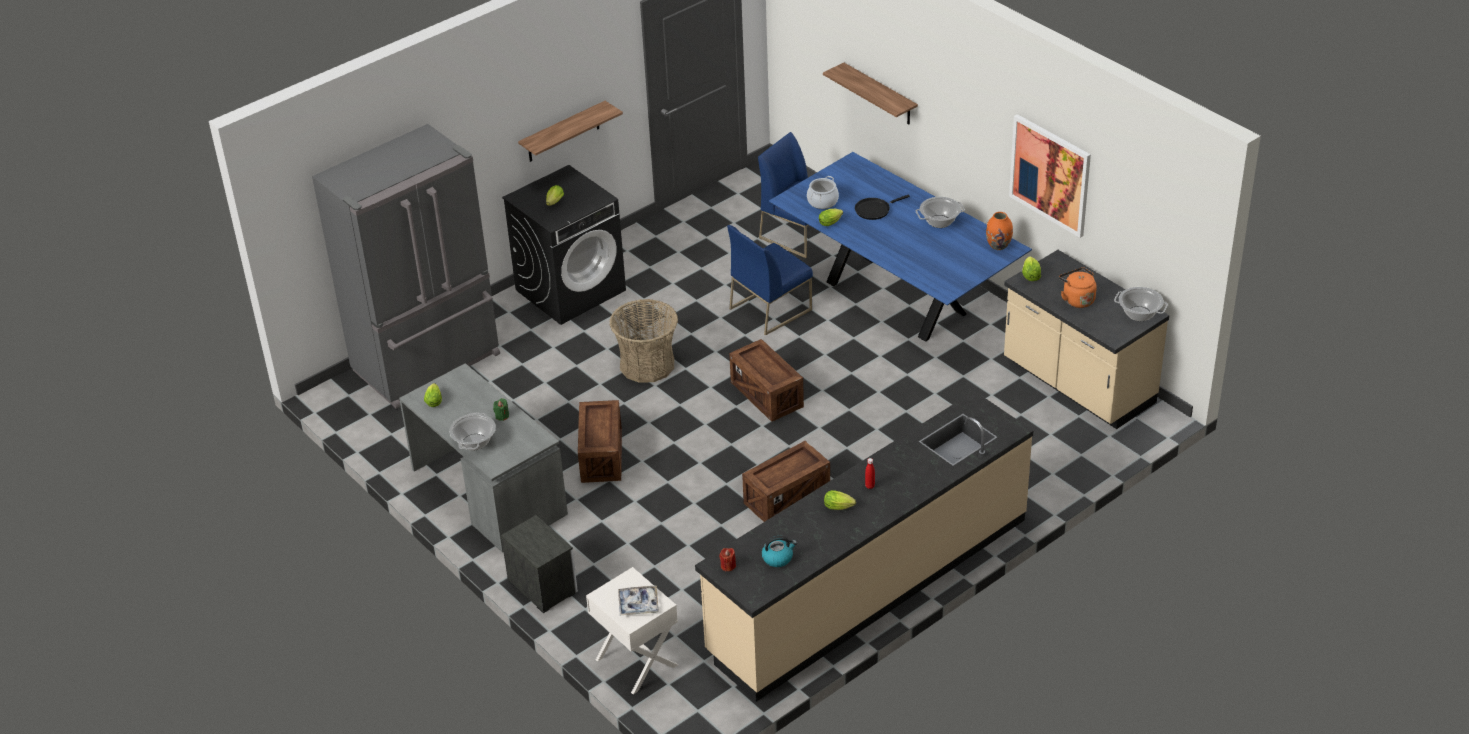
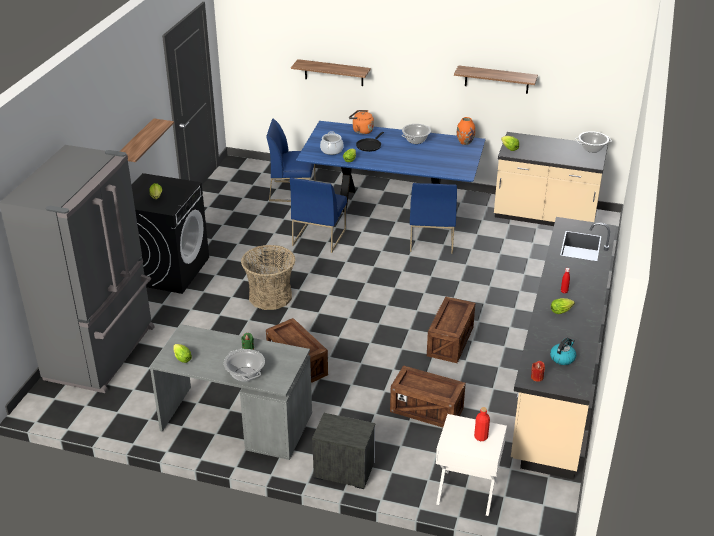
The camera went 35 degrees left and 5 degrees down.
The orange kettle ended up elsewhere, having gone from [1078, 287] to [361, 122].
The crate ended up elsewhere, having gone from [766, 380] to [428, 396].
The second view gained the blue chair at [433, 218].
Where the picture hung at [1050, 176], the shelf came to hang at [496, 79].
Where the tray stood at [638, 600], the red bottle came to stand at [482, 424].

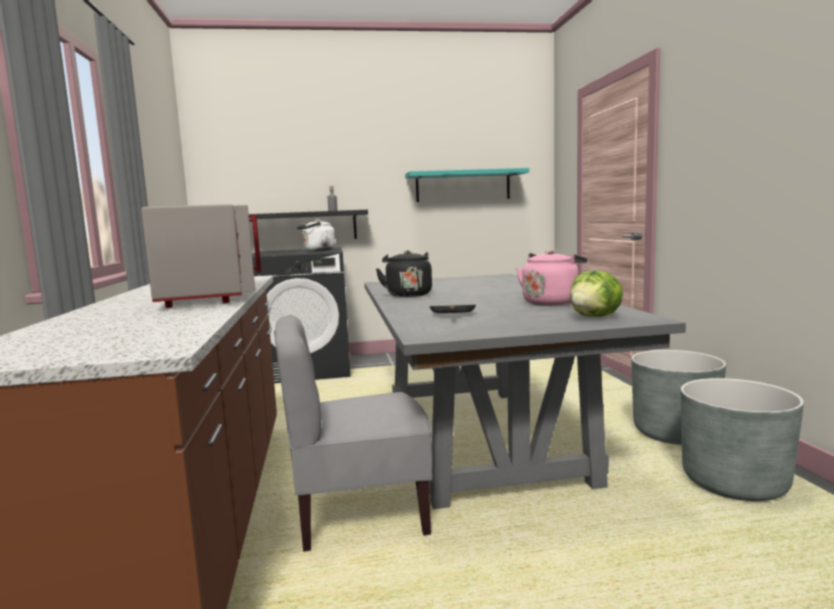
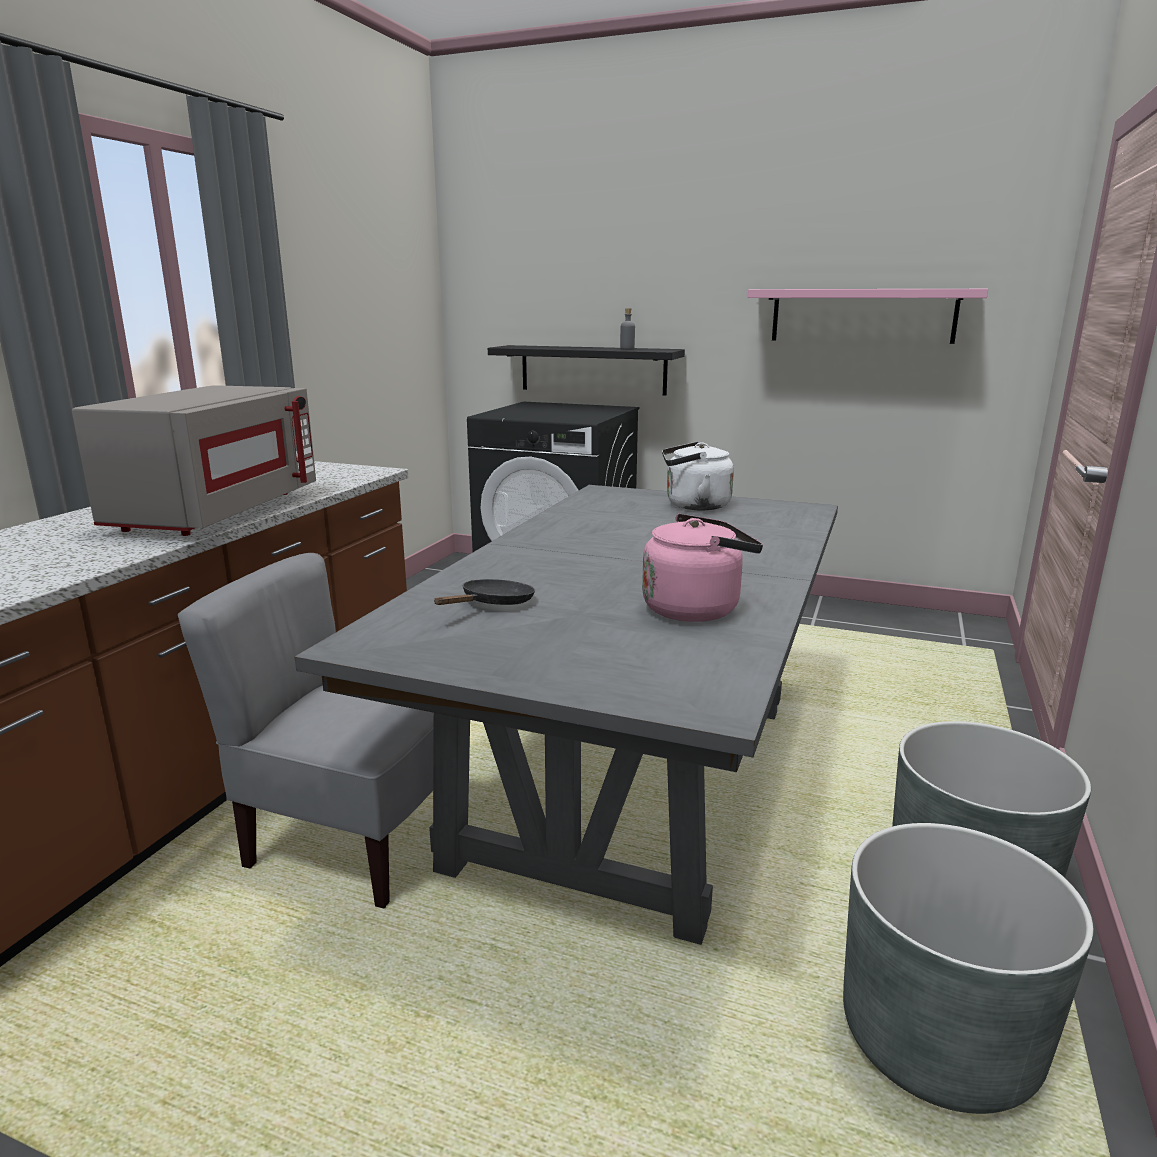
The camera went 30 degrees right and 10 degrees up.
The white kettle ended up elsewhere, having gone from [316, 235] to [698, 476].
What was the turquoise shelf at [467, 185] turned into the pink shelf at [868, 316].
The second view lost the black kettle at [404, 273].
The second view lost the lettuce at [596, 293].

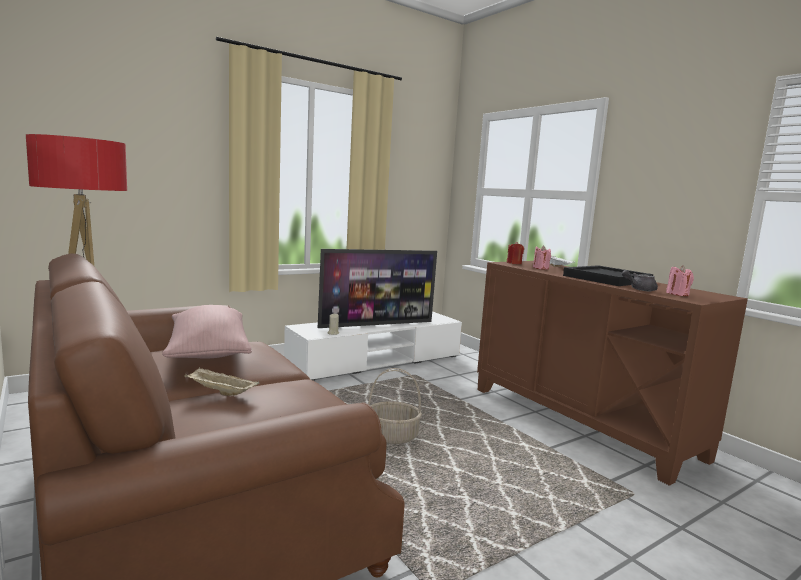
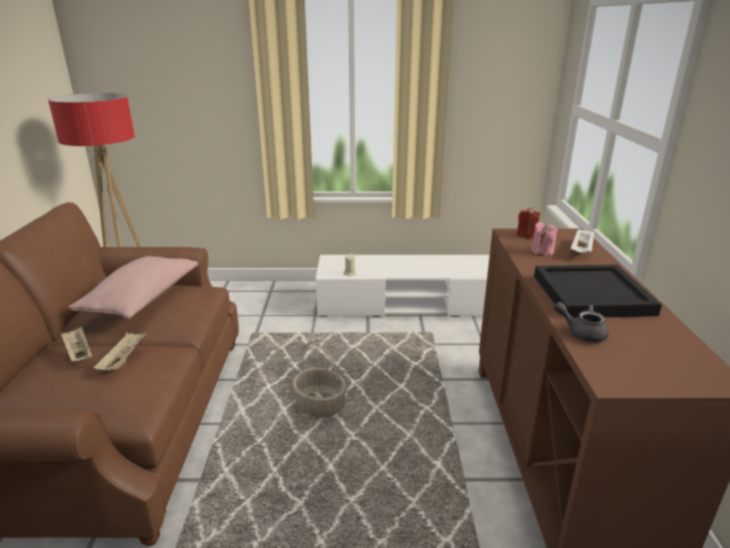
The camera went 35 degrees right and 15 degrees up.
The second view gained the beige tray at [120, 351].
The second view lost the television at [377, 288].
The second view lost the pink candle at [680, 280].

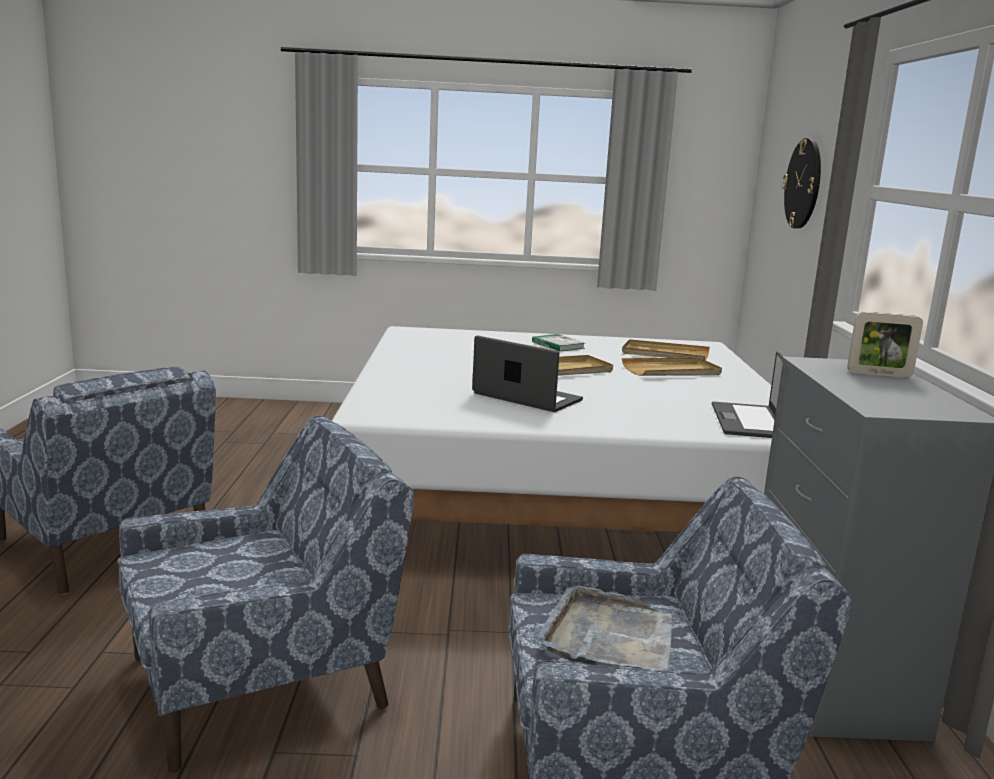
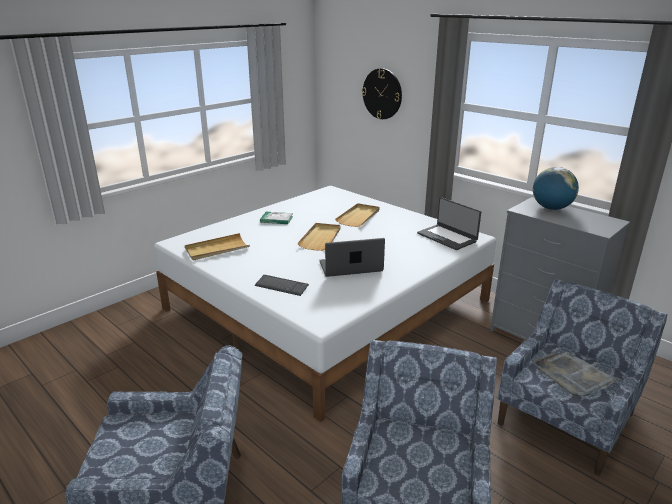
The camera went 45 degrees left and 10 degrees up.
The beige tray ended up elsewhere, having gone from [666, 349] to [217, 247].
The second view gained the keyboard at [282, 285].
Where the picture frame stood at [885, 345], the globe came to stand at [556, 188].

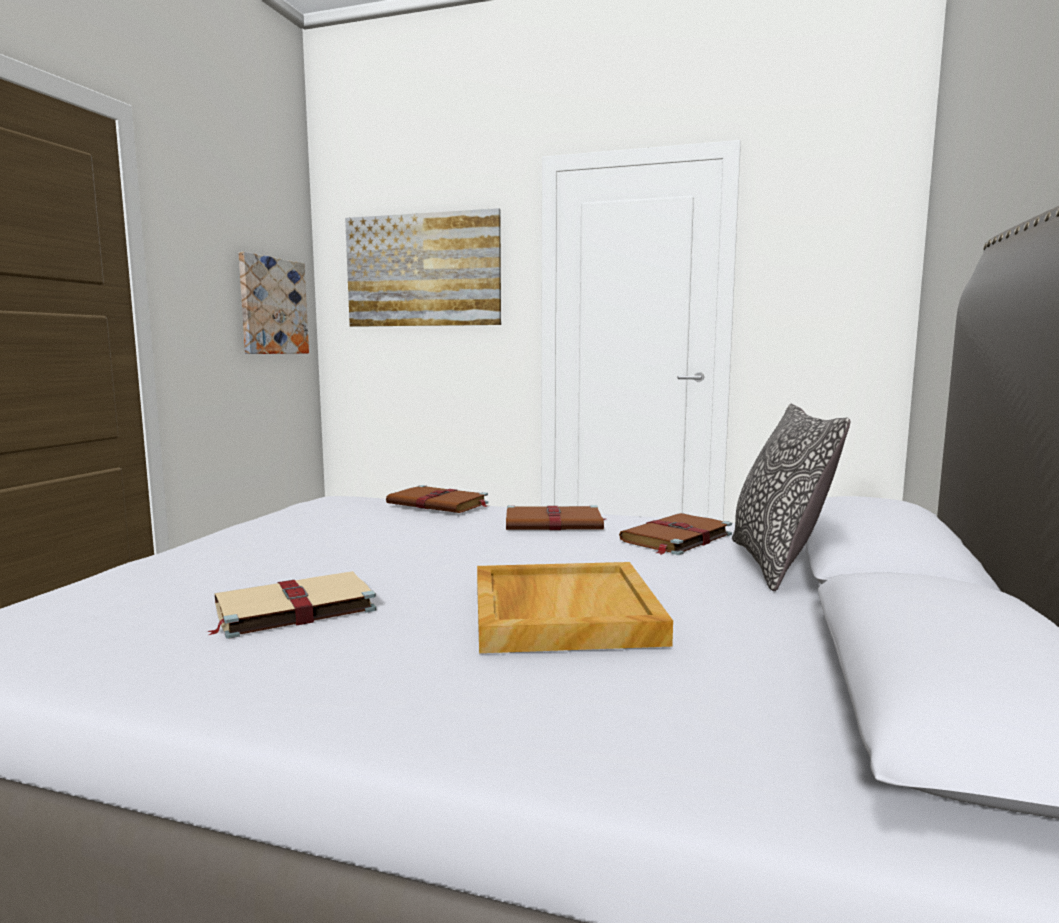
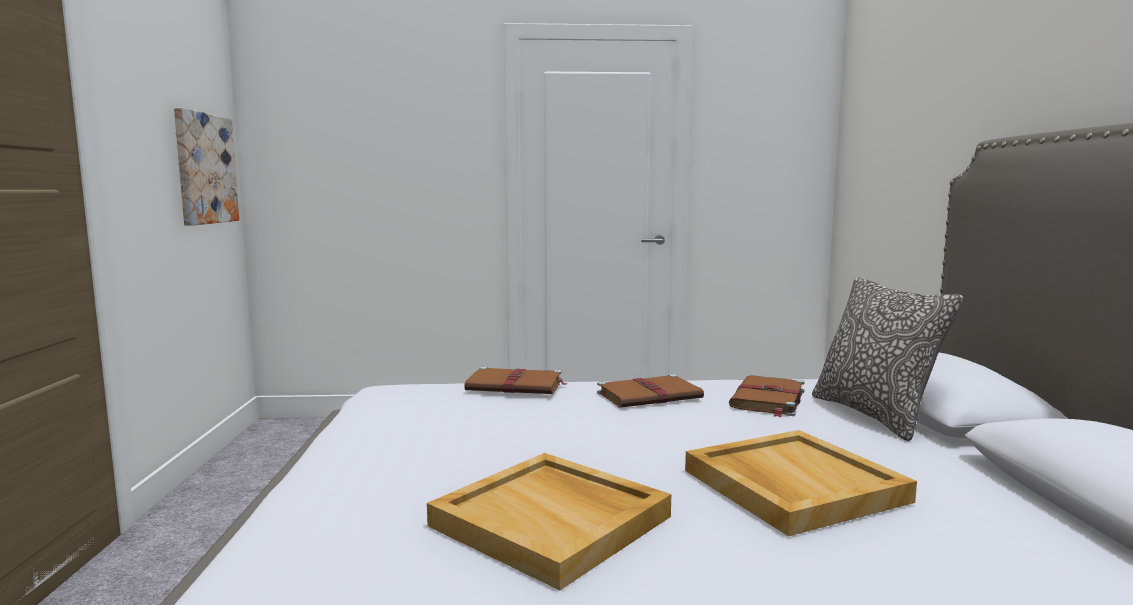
The camera went 20 degrees left and 0 degrees up.
Where the beige book stood at [291, 605], the beige tray came to stand at [549, 521].
The second view lost the picture at [423, 267].

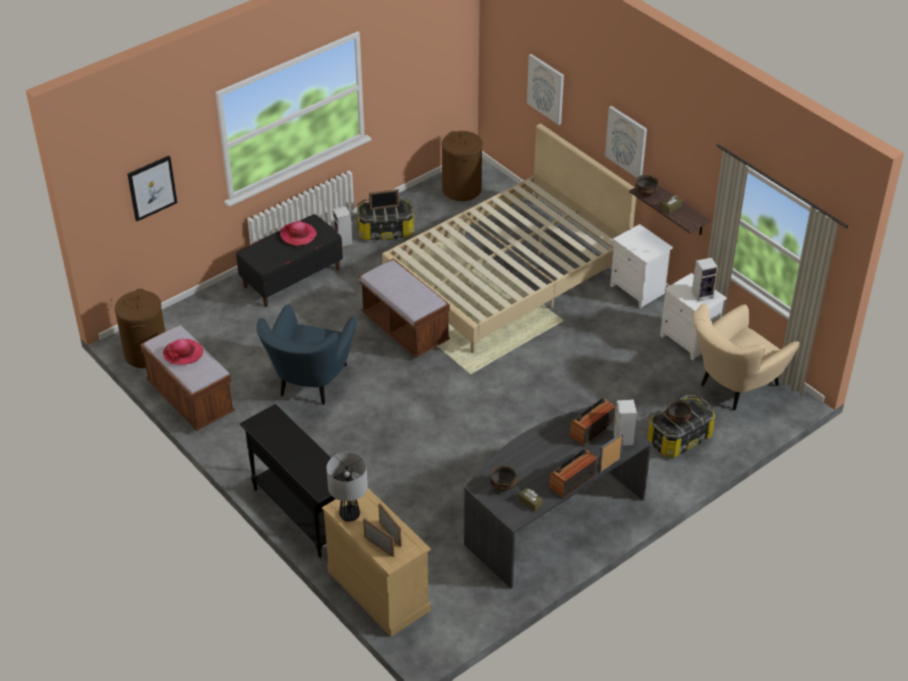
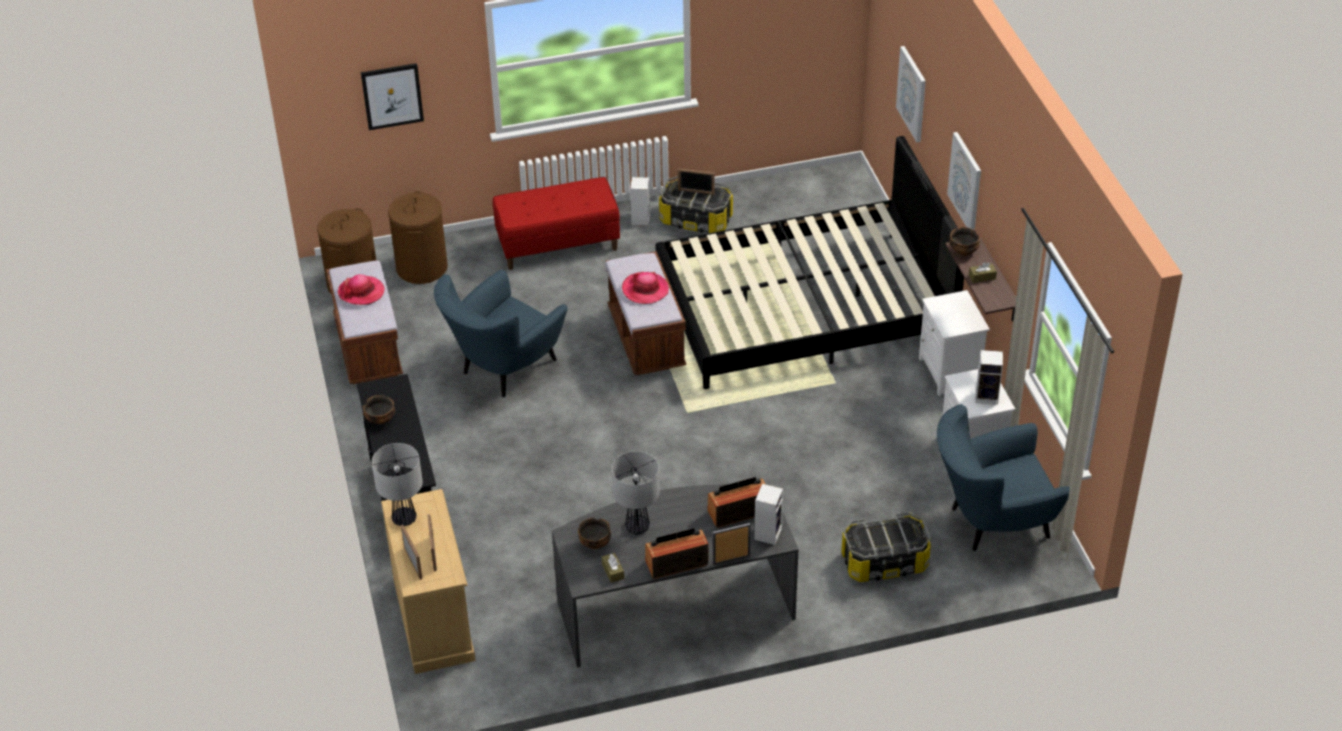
The camera went 25 degrees right and 0 degrees up.
The bowl ended up elsewhere, having gone from [679, 411] to [379, 409].
The brown laundry basket ended up elsewhere, having gone from [462, 166] to [418, 237].
What was the black bench at [289, 260] turned into the red bench at [556, 223].
The second view gained the table lamp at [636, 493].
The hat ended up elsewhere, having gone from [298, 233] to [645, 288].
What was the beige bed at [509, 238] turned into the black bed at [810, 262].
What was the beige armchair at [746, 357] turned into the blue armchair at [1003, 477].

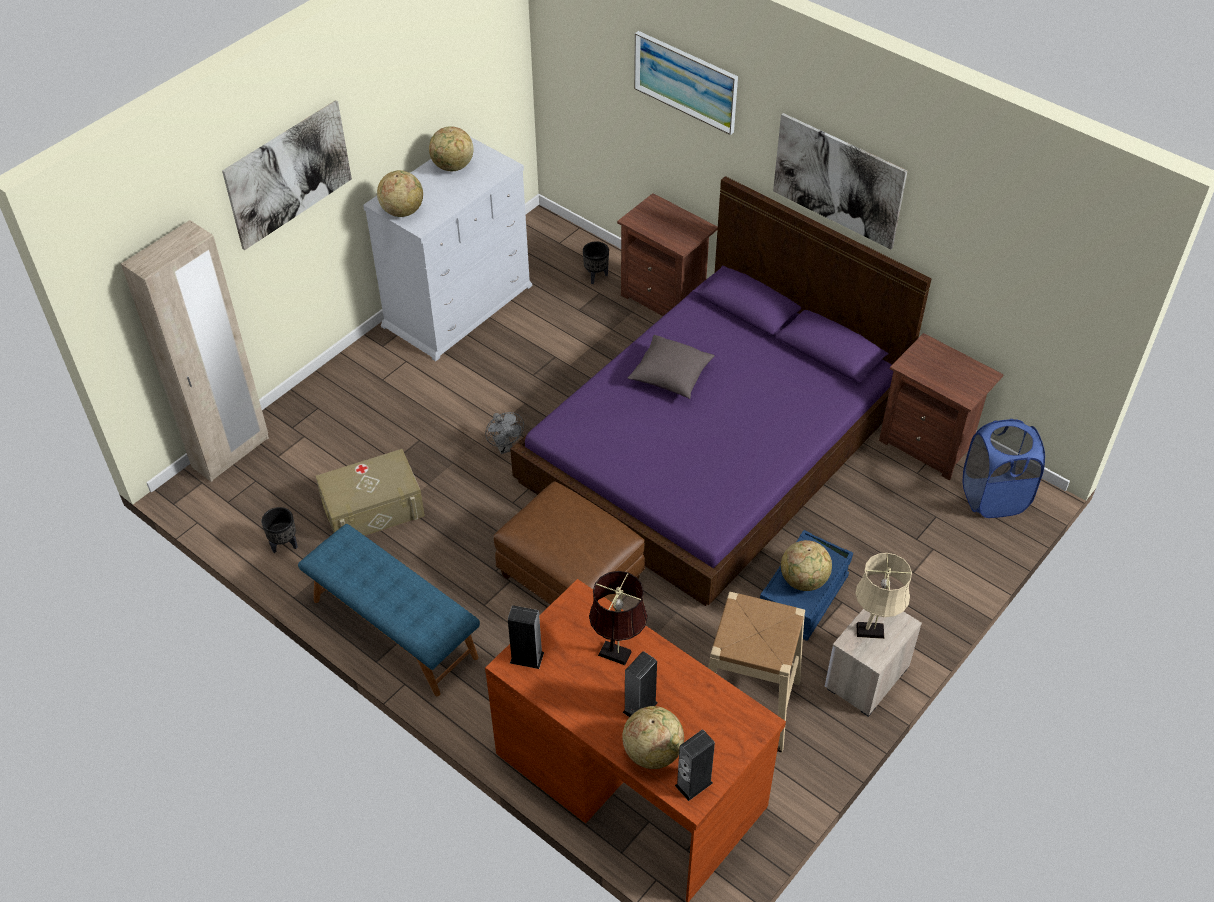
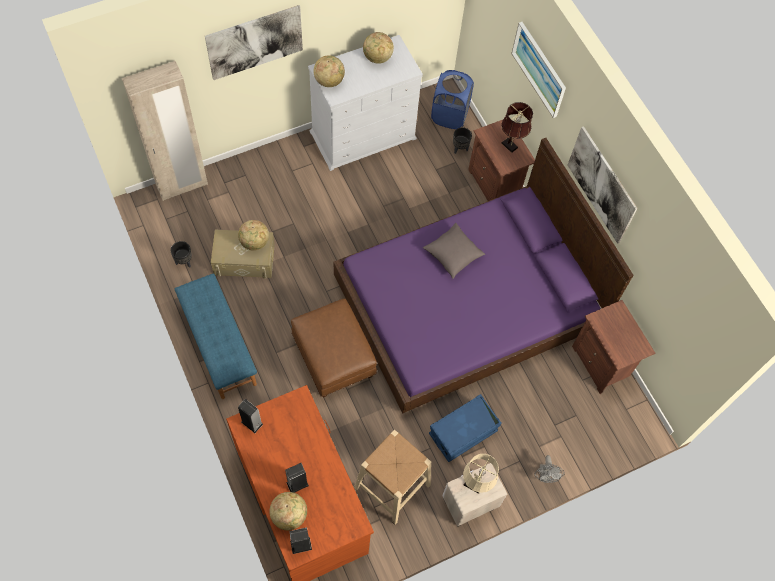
The camera went 20 degrees right and 15 degrees up.
The globe ended up elsewhere, having gone from [806, 565] to [253, 235].
The blue laundry basket ended up elsewhere, having gone from [1004, 468] to [452, 99].
The brown table lamp ended up elsewhere, having gone from [618, 618] to [517, 127].
The grey fan ended up elsewhere, having gone from [504, 433] to [549, 469].

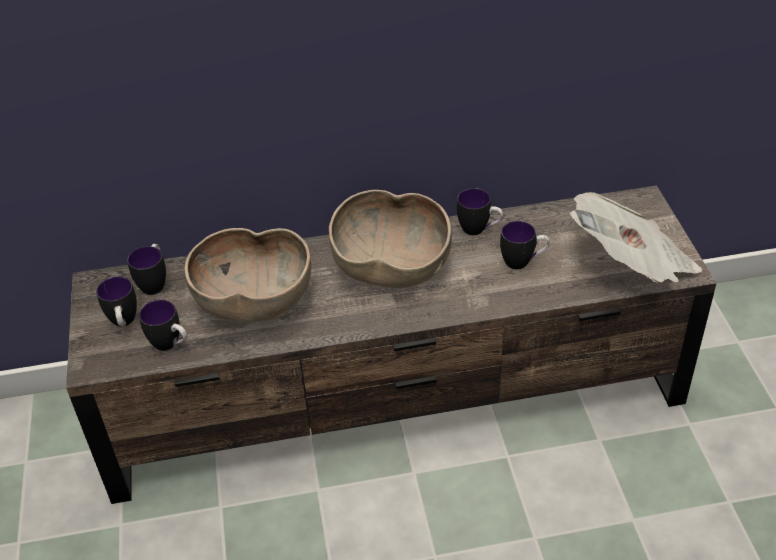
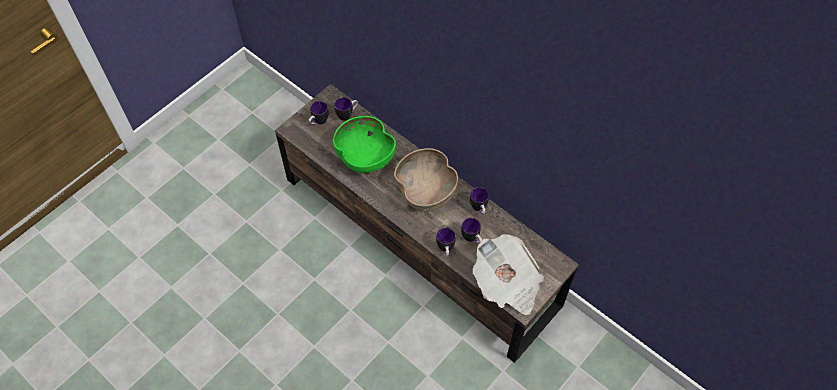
The camera went 50 degrees right and 15 degrees up.
What was the brown bowl at [247, 275] turned into the green bowl at [364, 144].
The mug ended up elsewhere, having gone from [163, 325] to [446, 242].

